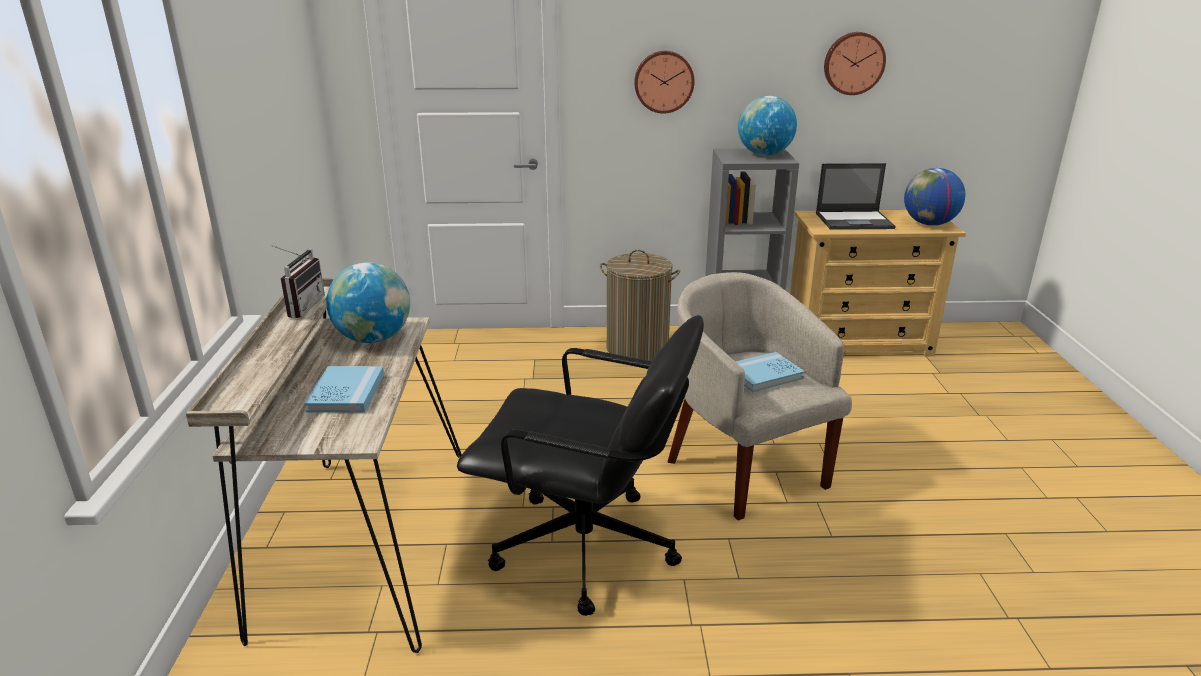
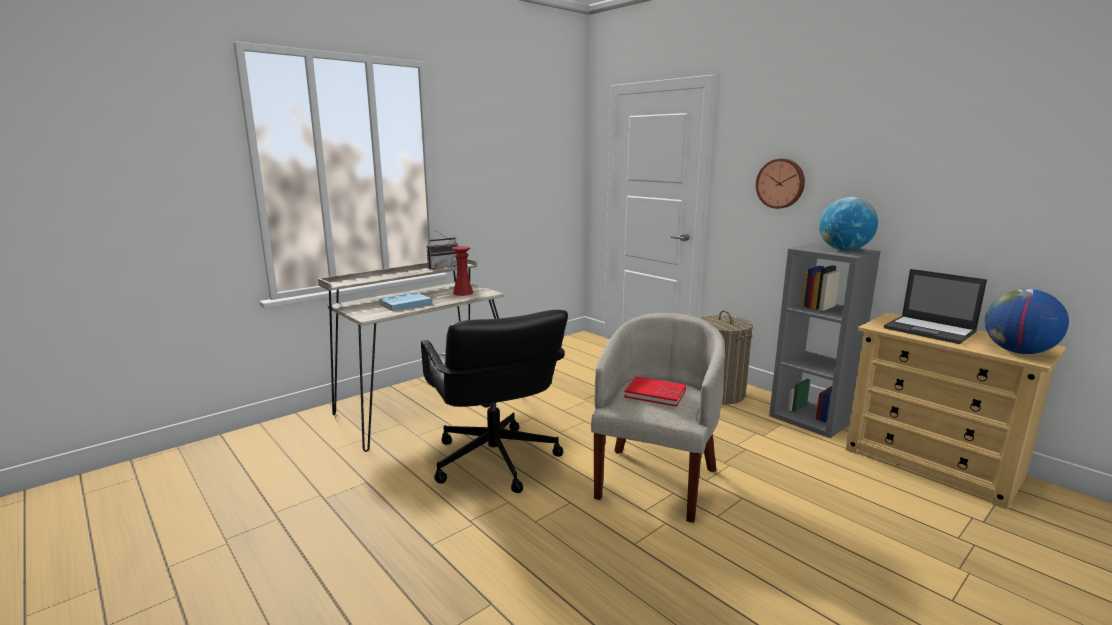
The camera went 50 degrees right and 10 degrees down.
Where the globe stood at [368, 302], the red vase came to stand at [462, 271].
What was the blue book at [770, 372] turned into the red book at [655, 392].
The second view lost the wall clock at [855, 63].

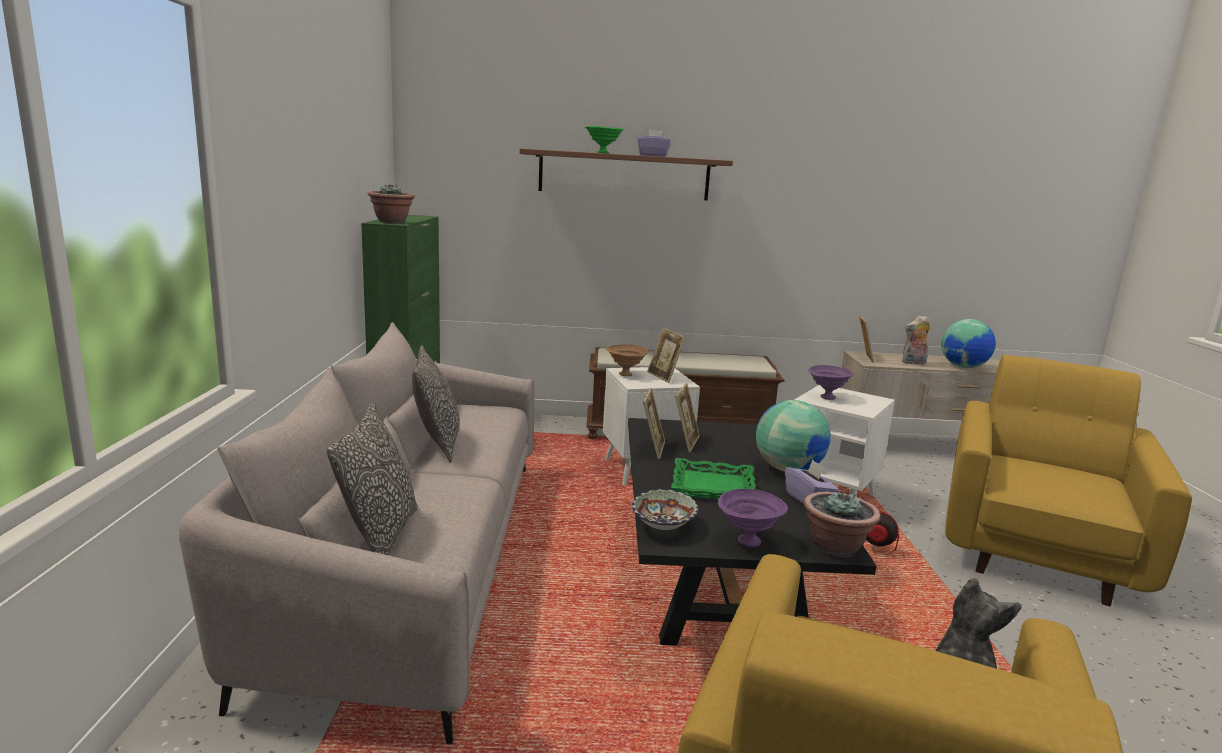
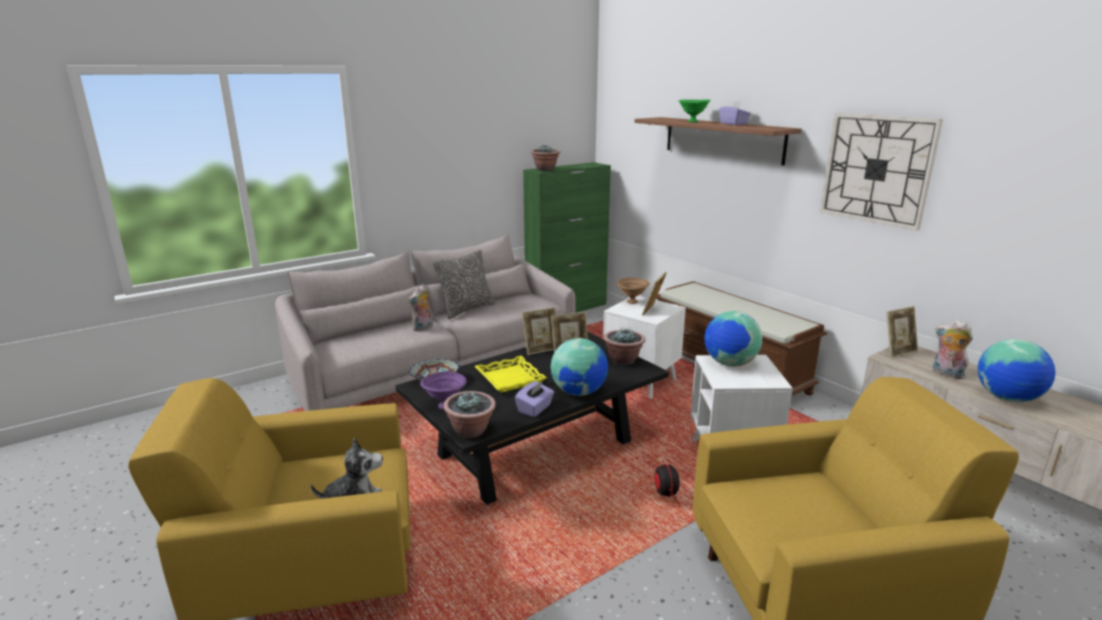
The camera went 55 degrees right and 5 degrees up.
The second view gained the plush toy at [421, 308].
What was the green tray at [713, 478] turned into the yellow tray at [511, 374].
The second view gained the potted plant at [624, 346].
Where the purple bowl stood at [831, 382], the globe came to stand at [733, 339].
The second view gained the wall clock at [881, 172].
The second view lost the pillow at [372, 478].

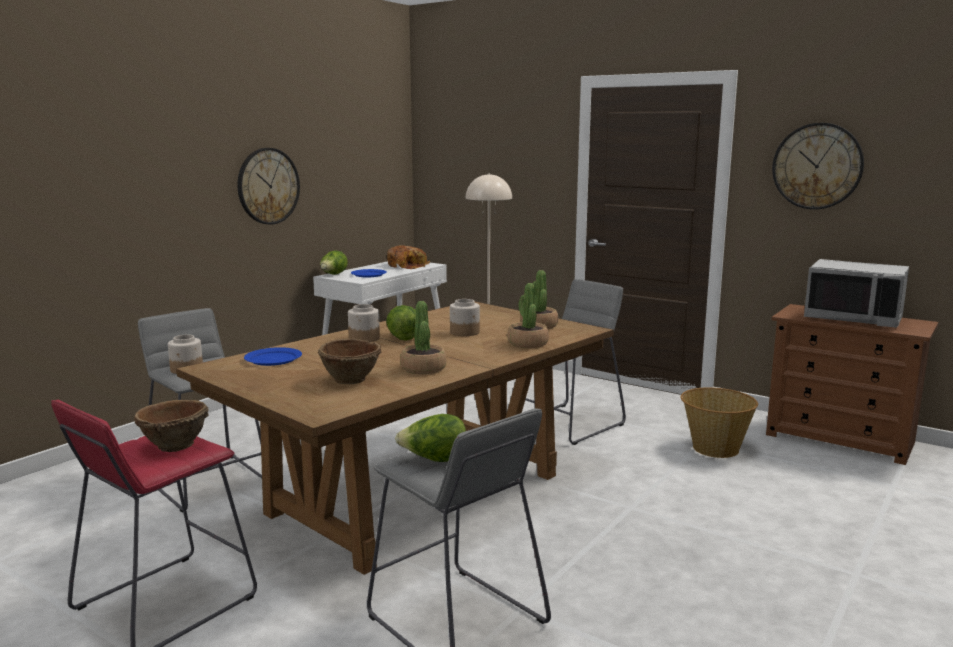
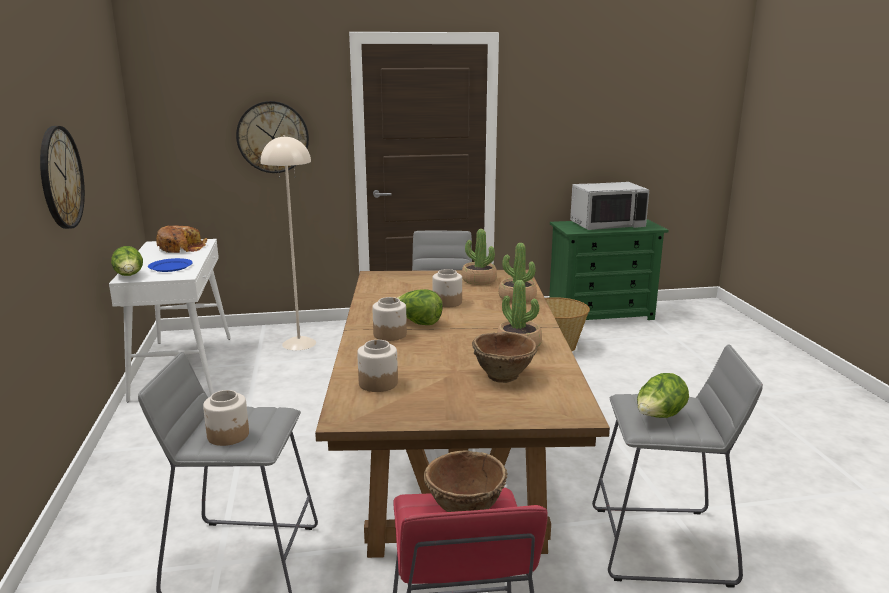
The camera went 45 degrees left and 5 degrees up.
The wall clock ended up elsewhere, having gone from [818, 166] to [272, 137].
Where the blue plate stood at [273, 356], the jar came to stand at [377, 366].
What was the brown dresser at [852, 384] turned into the green dresser at [609, 269].

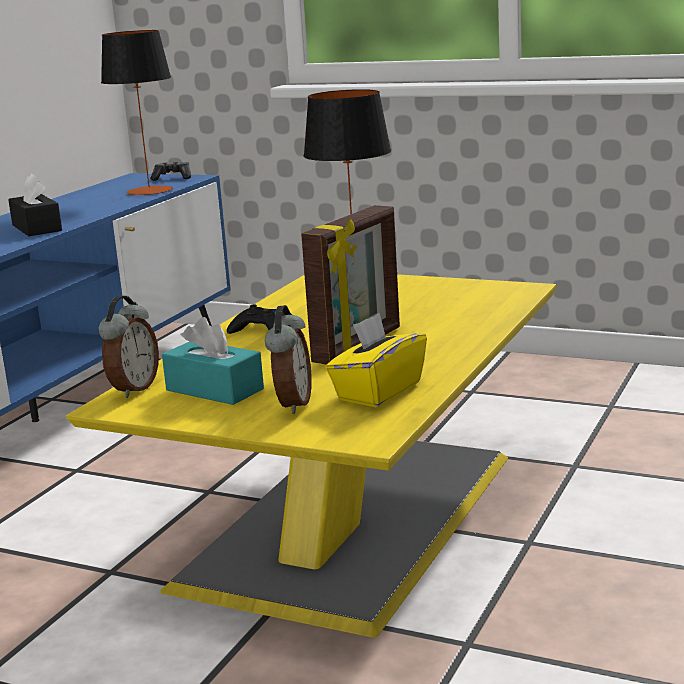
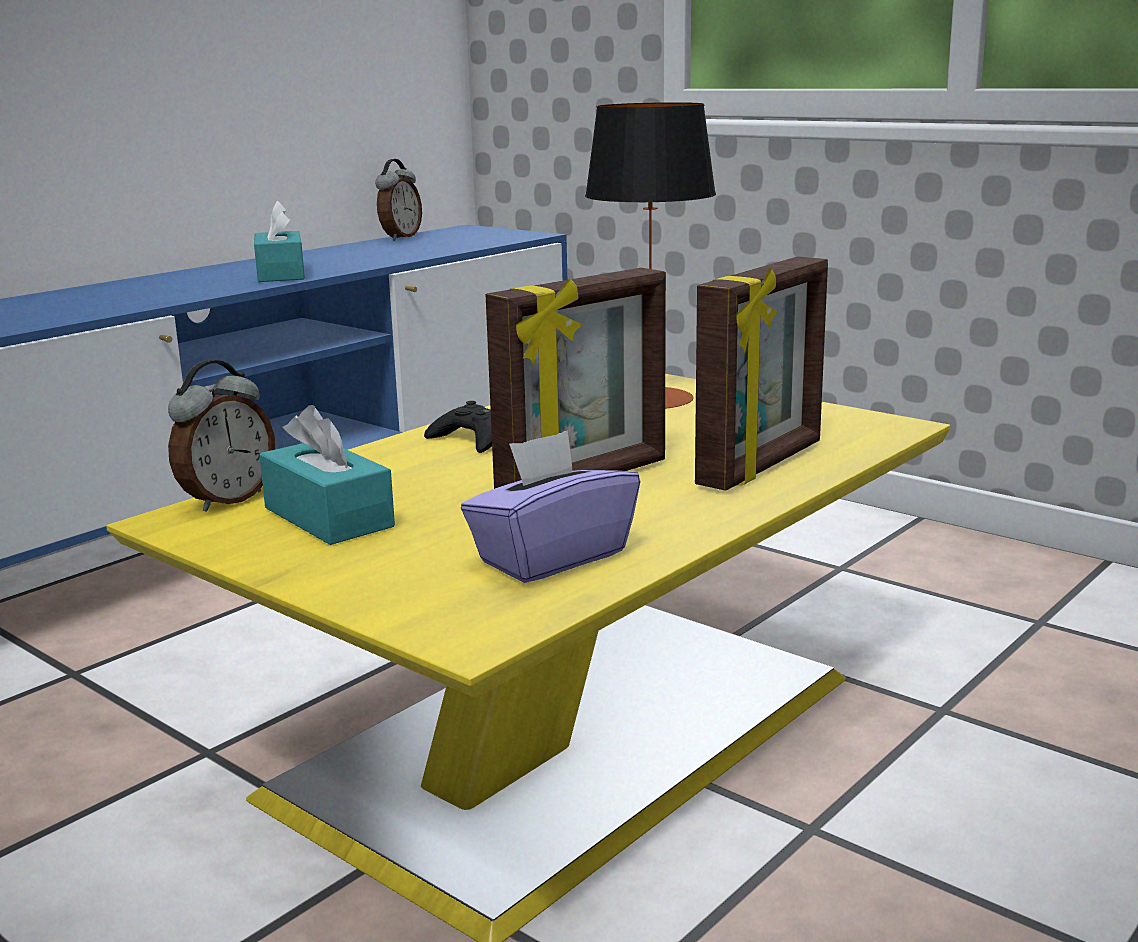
The camera went 15 degrees right and 0 degrees up.
What was the black tissue box at [35, 204] turned into the turquoise tissue box at [279, 241].
The alarm clock ended up elsewhere, having gone from [288, 359] to [399, 200].
What was the yellow tissue box at [376, 360] turned into the purple tissue box at [551, 506].
The second view gained the picture frame at [761, 373].
The second view lost the table lamp at [137, 112].
The second view lost the game controller at [171, 171].

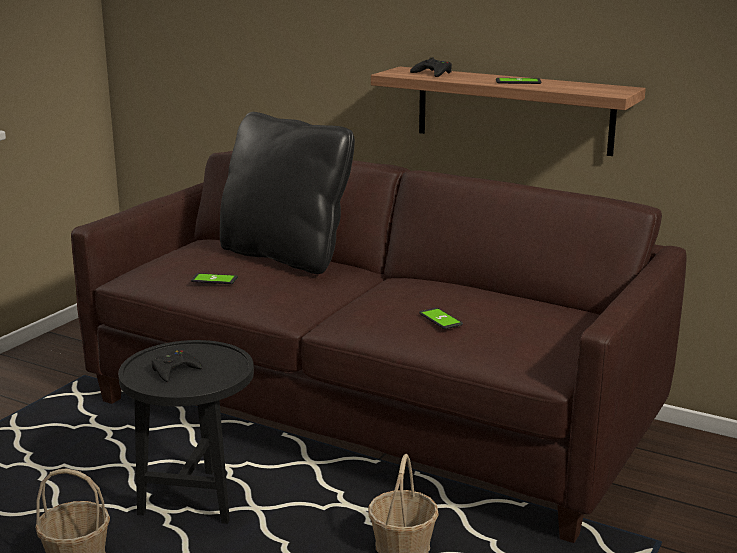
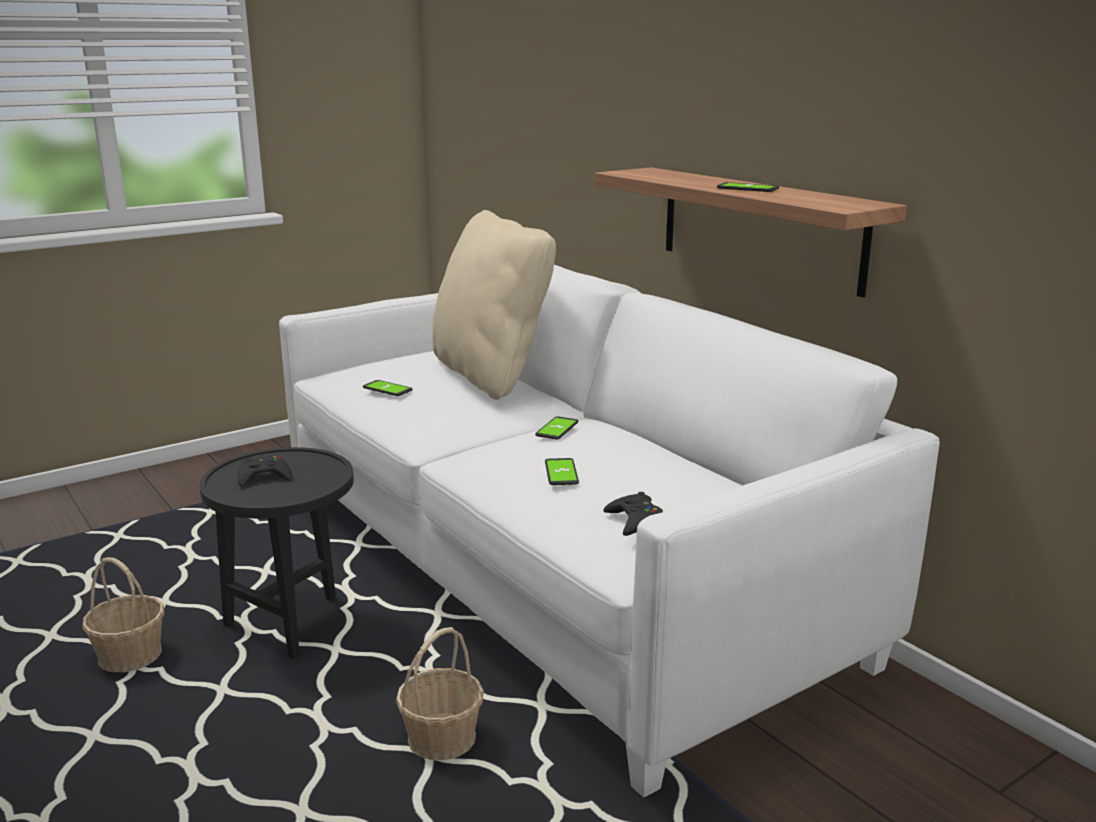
The camera went 25 degrees right and 0 degrees up.
What was the brown sofa at [378, 347] turned into the white sofa at [609, 531].
What was the black pillow at [287, 193] turned into the beige pillow at [494, 305].
The second view gained the phone at [557, 427].
The black game controller ended up elsewhere, having gone from [431, 67] to [633, 514].

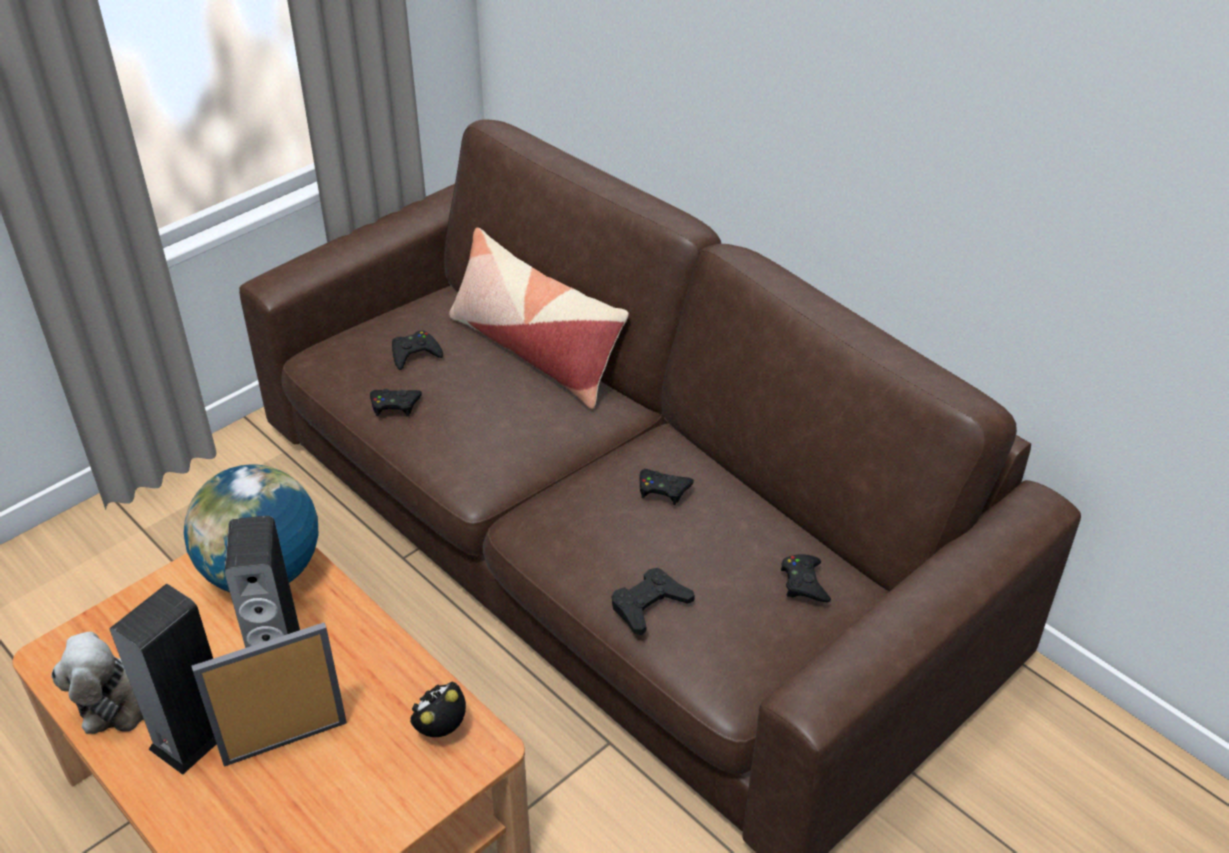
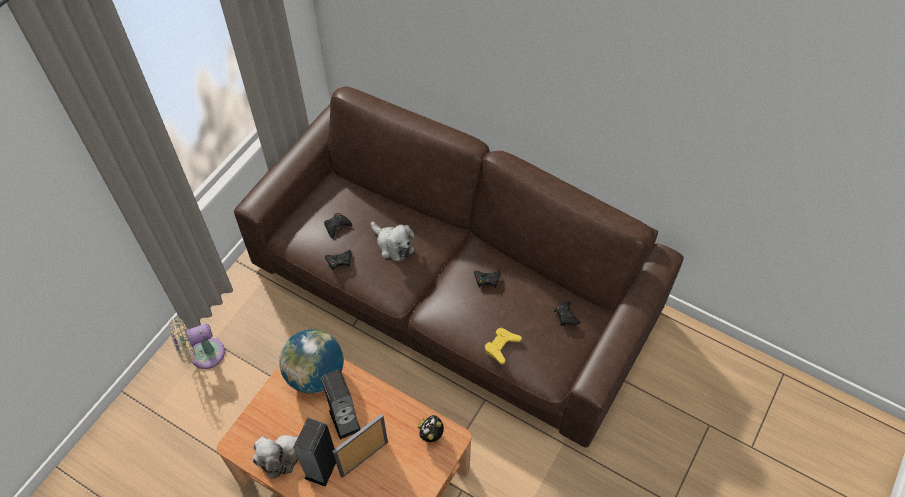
The camera went 15 degrees left and 15 degrees up.
The second view gained the beige fan at [197, 343].
The second view gained the plush toy at [393, 241].
What was the black game controller at [653, 601] turned into the yellow game controller at [503, 346].
The second view lost the pillow at [539, 318].

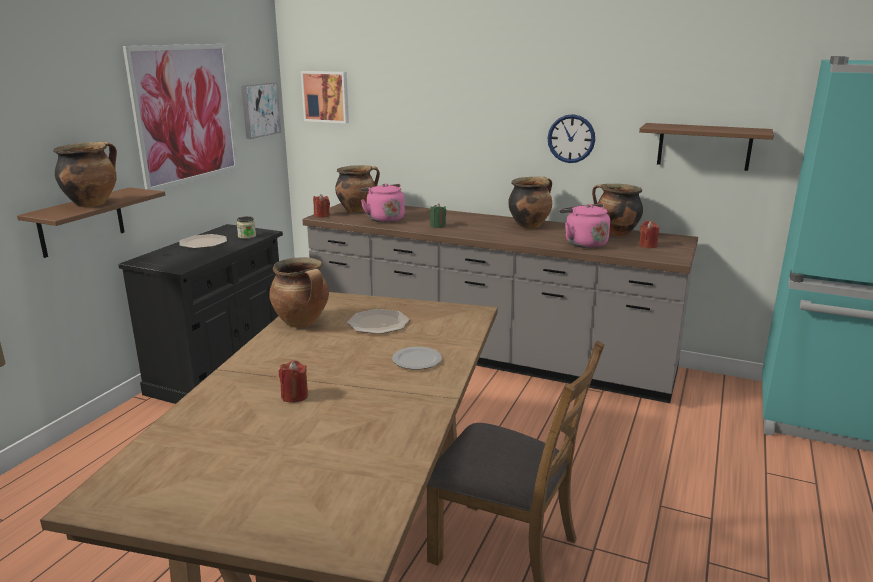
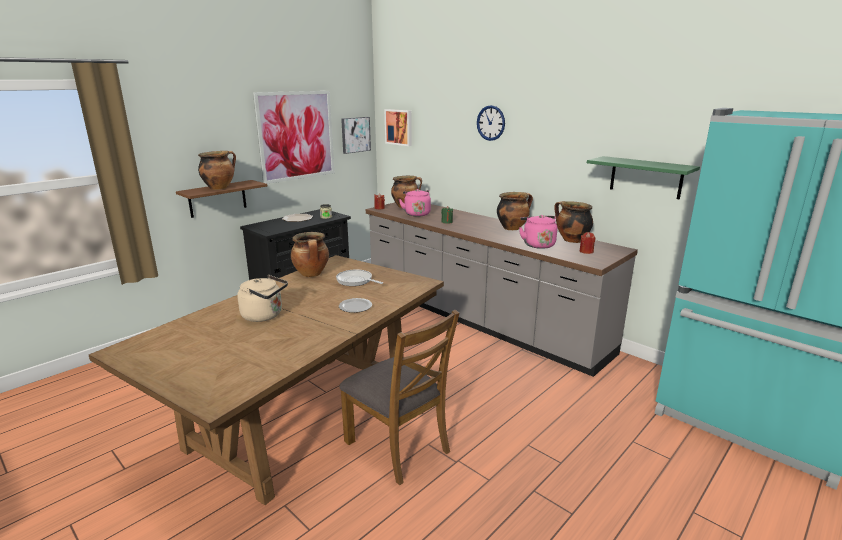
The camera went 20 degrees right and 0 degrees up.
Where the red candle stood at [293, 381], the beige kettle came to stand at [262, 298].
Where the plate stood at [378, 321], the frying pan came to stand at [359, 277].
The wall clock ended up elsewhere, having gone from [571, 138] to [491, 123].
What was the brown shelf at [706, 147] turned into the green shelf at [643, 178].

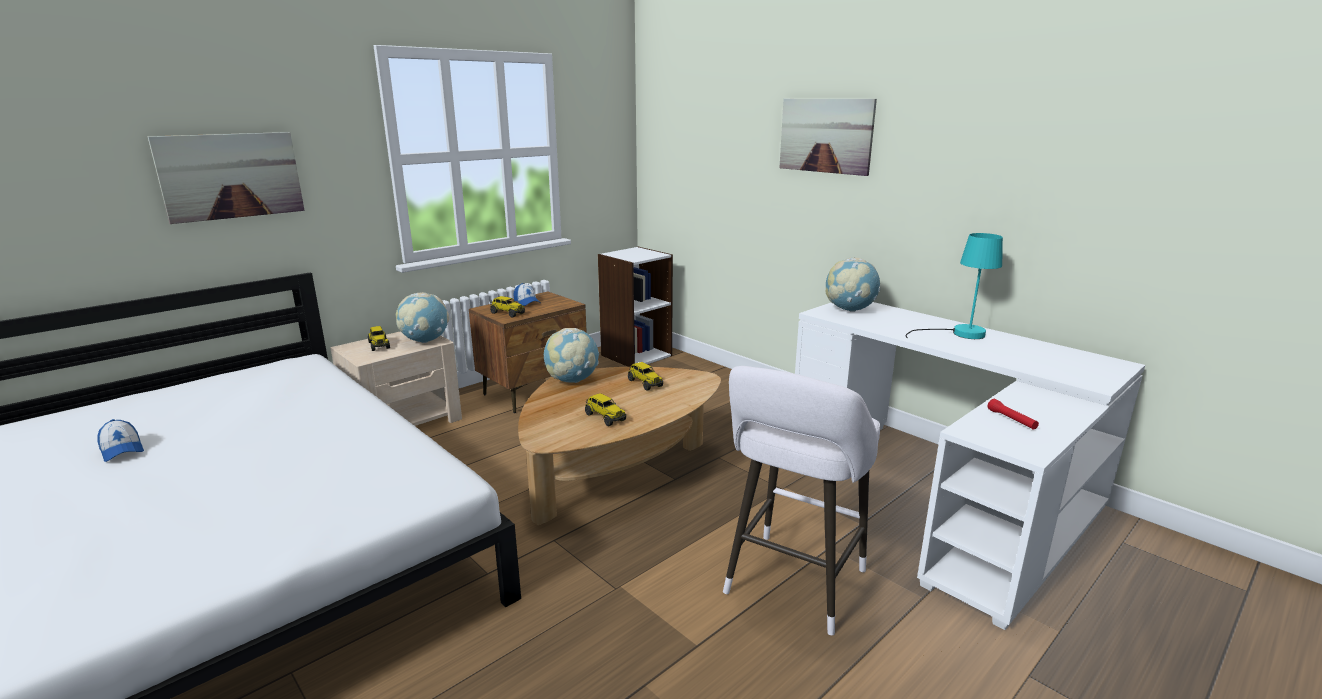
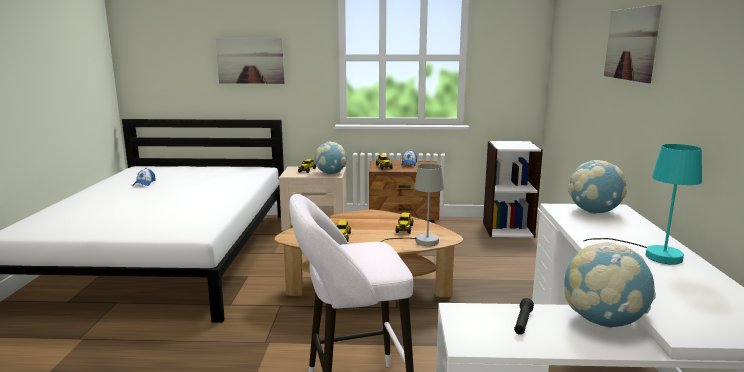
The camera went 45 degrees right and 5 degrees down.
The second view gained the grey table lamp at [412, 205].
What was the red flashlight at [1013, 414] turned into the black flashlight at [524, 316].
The globe ended up elsewhere, having gone from [571, 355] to [610, 285].

